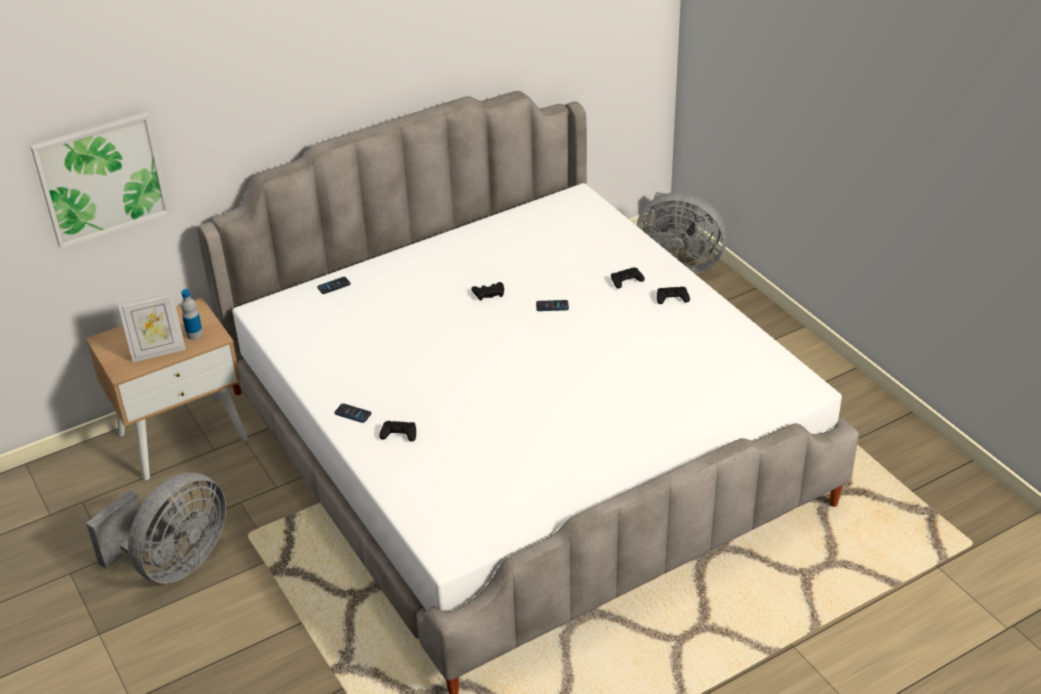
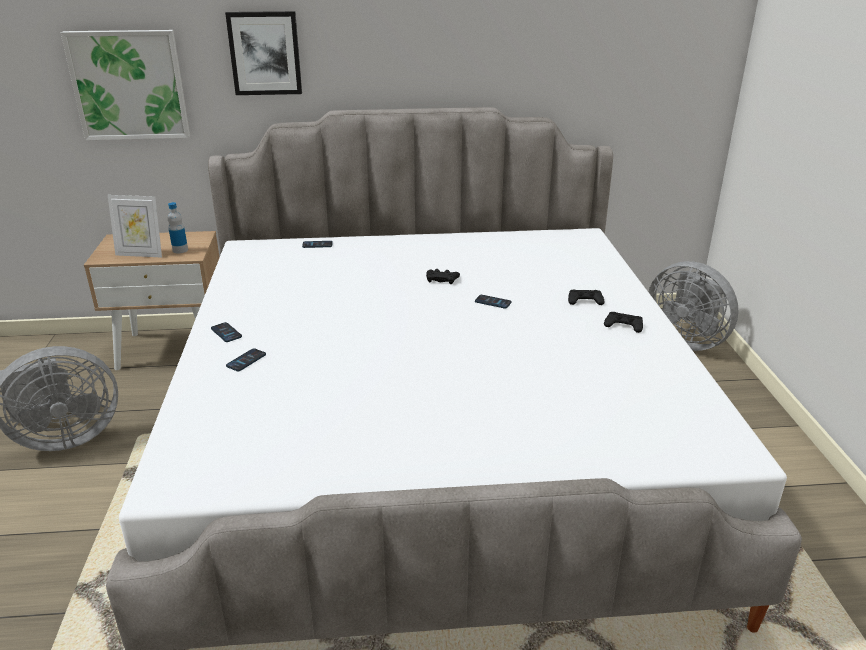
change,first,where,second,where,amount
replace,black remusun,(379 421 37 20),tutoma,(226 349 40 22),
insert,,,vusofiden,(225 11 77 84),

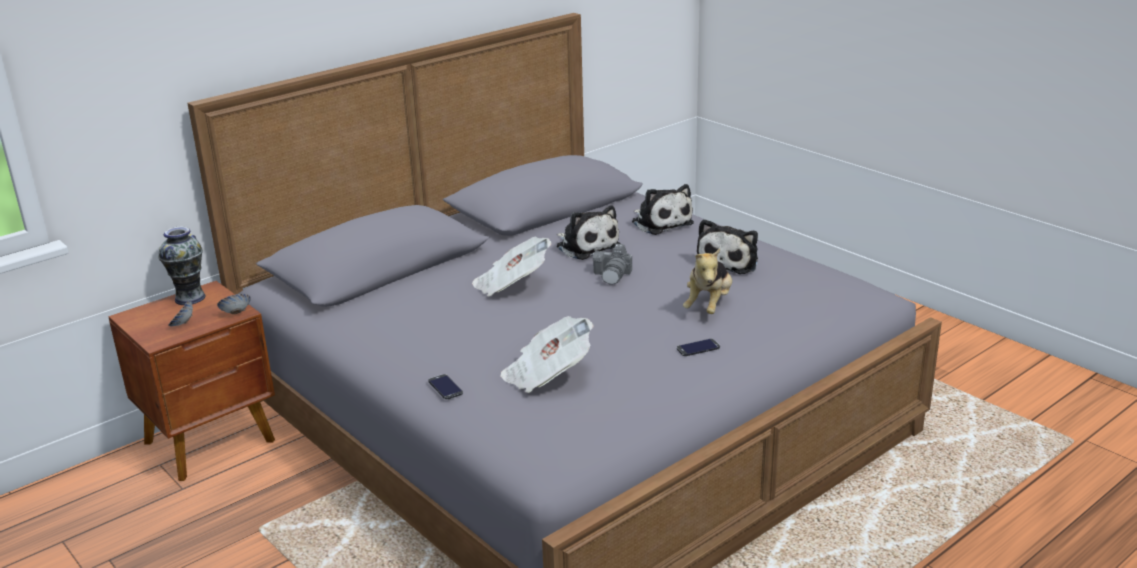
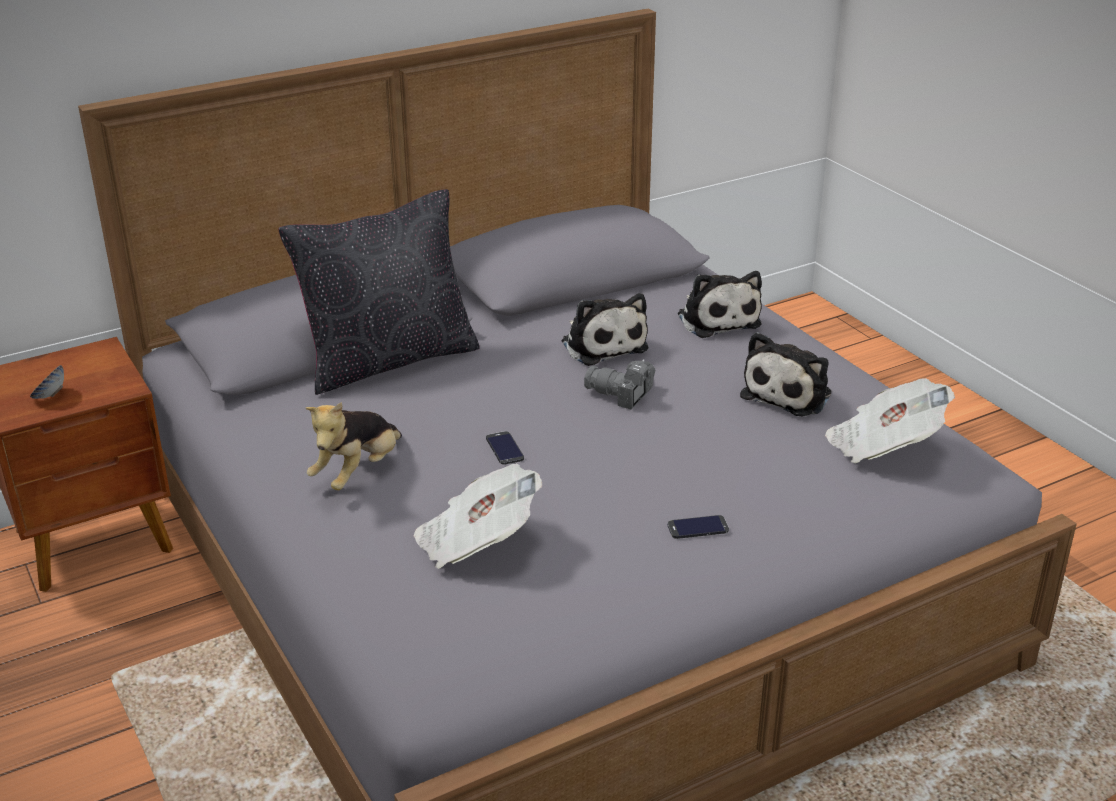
change,first,where,second,where,amount
delete,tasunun,(158 227 48 78),,,
move,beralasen,(472 237 80 59),,(825 378 130 85),
rotate,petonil,(593 244 39 41),,(584 359 71 51),90 degrees clockwise
move,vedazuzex,(683 249 49 65),,(306 402 96 88),
delete,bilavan,(217 294 34 20),,,
move,tutoma,(428 374 35 25),,(486 431 38 34),
insert,,,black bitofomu,(278 189 202 206),

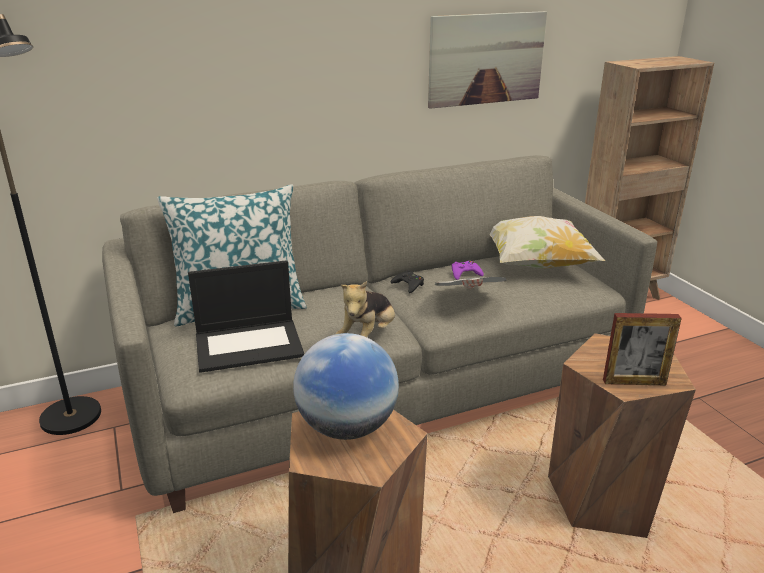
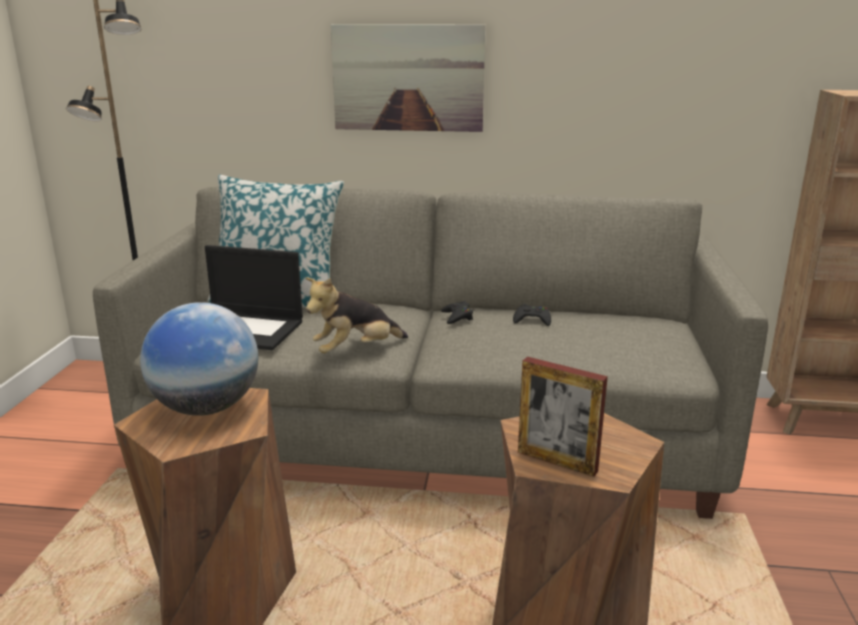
change,first,where,second,where,amount
move,vusofiden,(428 11 119 98),,(331 24 155 108),
delete,bitofomu,(490 216 116 53),,,
recolor,purple remusun,(452 261 32 19),black remusun,(513 304 38 22),
delete,beralasen,(434 277 73 12),,,

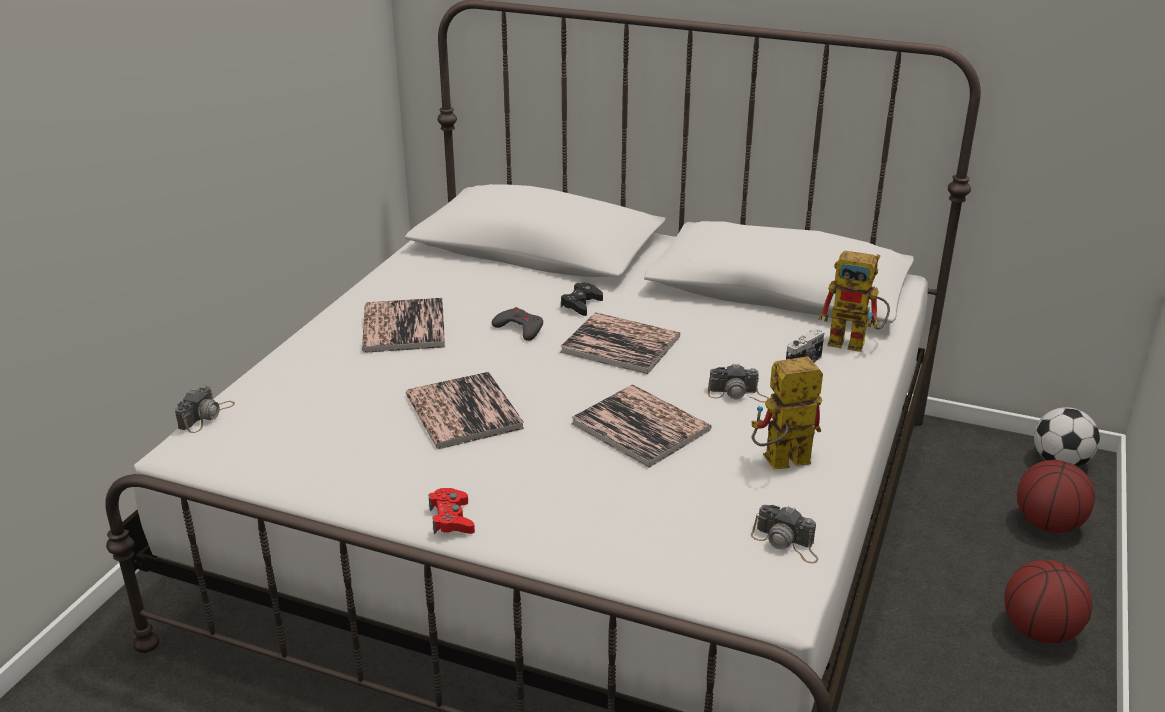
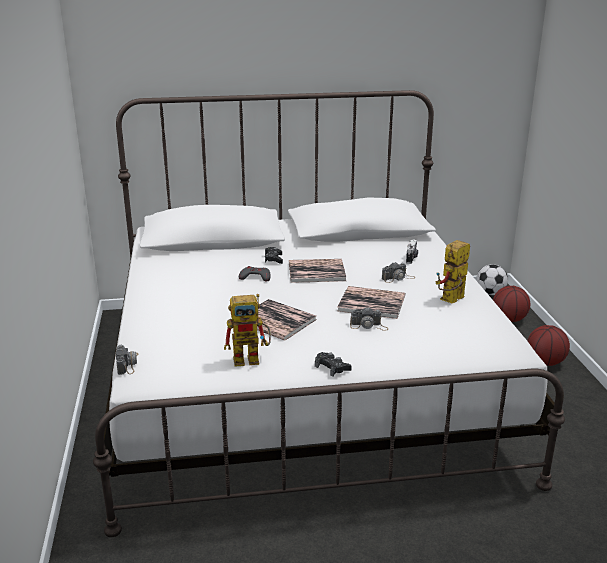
change,first,where,second,where,amount
move,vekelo,(818 250 72 102),,(224 294 47 73),
delete,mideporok,(362 298 83 55),,,
recolor,red remusun,(429 488 46 47),black remusun,(315 352 37 25),
move,petonil,(751 505 68 59),,(350 307 38 24),

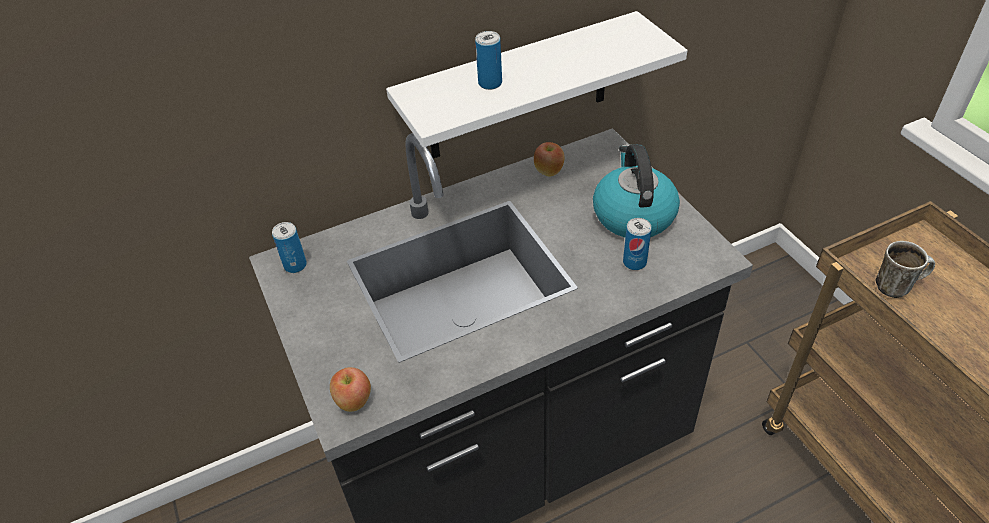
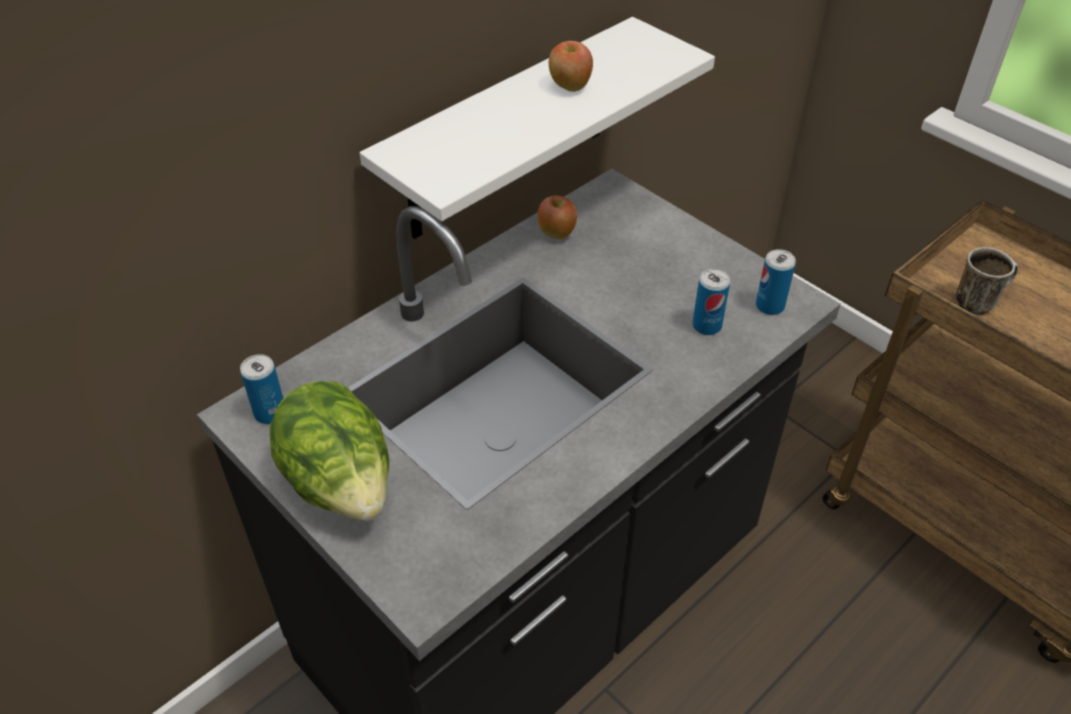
change,first,where,second,where,amount
move,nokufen,(475 31 27 59),,(756 249 40 66),
delete,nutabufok,(593 144 87 93),,,
move,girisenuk,(330 367 41 45),,(549 41 44 51),
insert,,,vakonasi,(270 381 119 140),

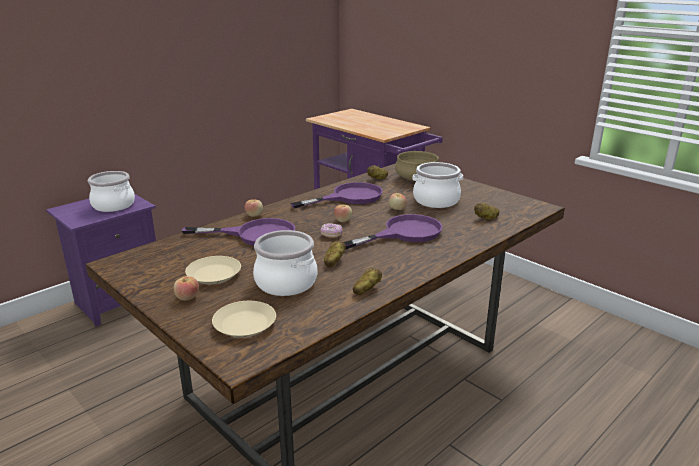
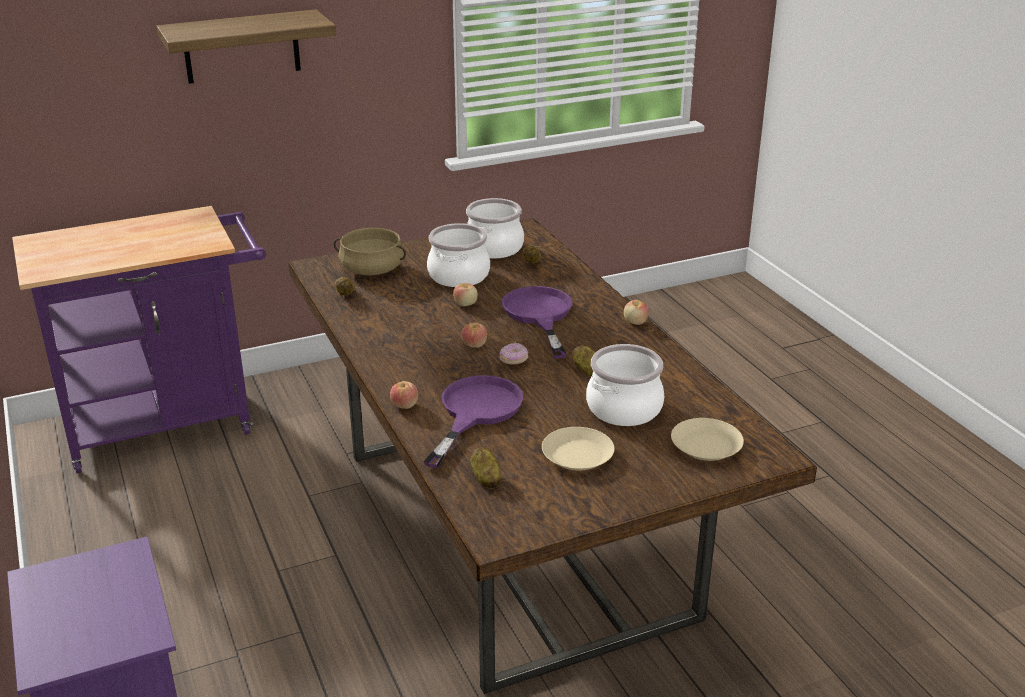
change,first,where,second,where,amount
move,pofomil,(88 171 47 41),,(466 198 58 60),
delete,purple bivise,(290 182 93 26),,,
move,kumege,(353 268 29 27),,(470 447 31 41),
move,girisenuk,(174 276 25 25),,(624 300 25 25),
insert,,,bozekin,(156 9 180 75),

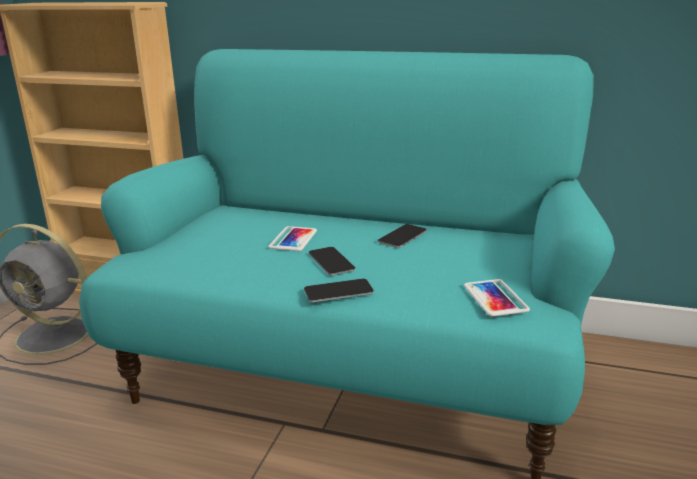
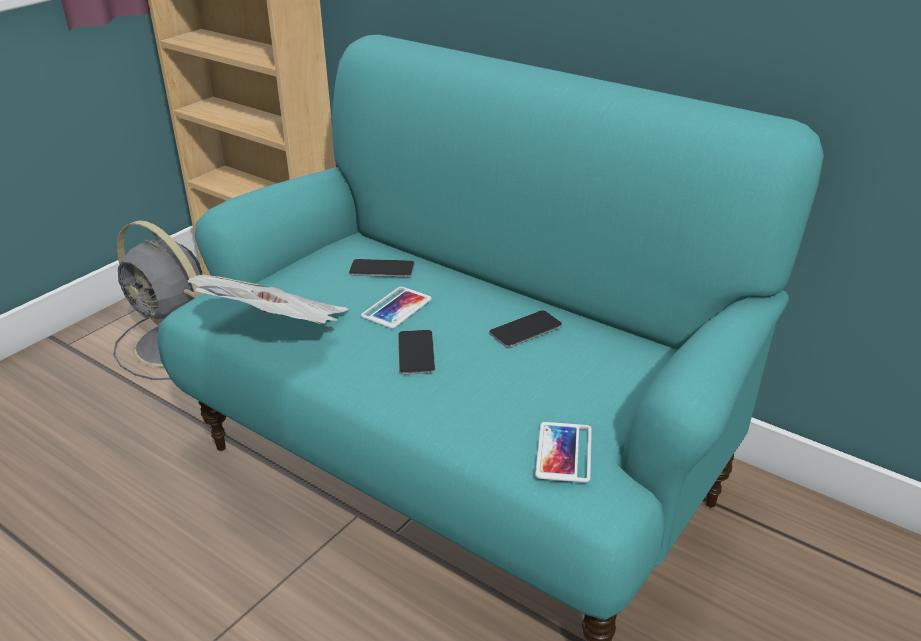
change,first,where,second,where,amount
move,tutoma,(304 279 70 24),,(349 259 65 18),
insert,,,beralasen,(188 275 161 49),

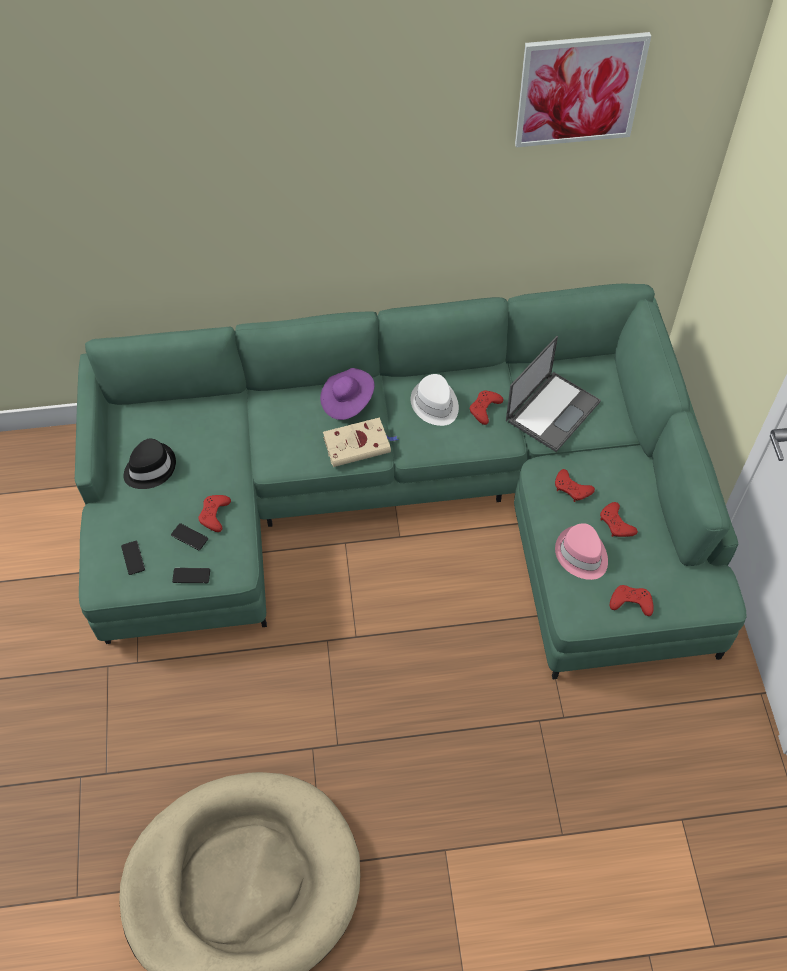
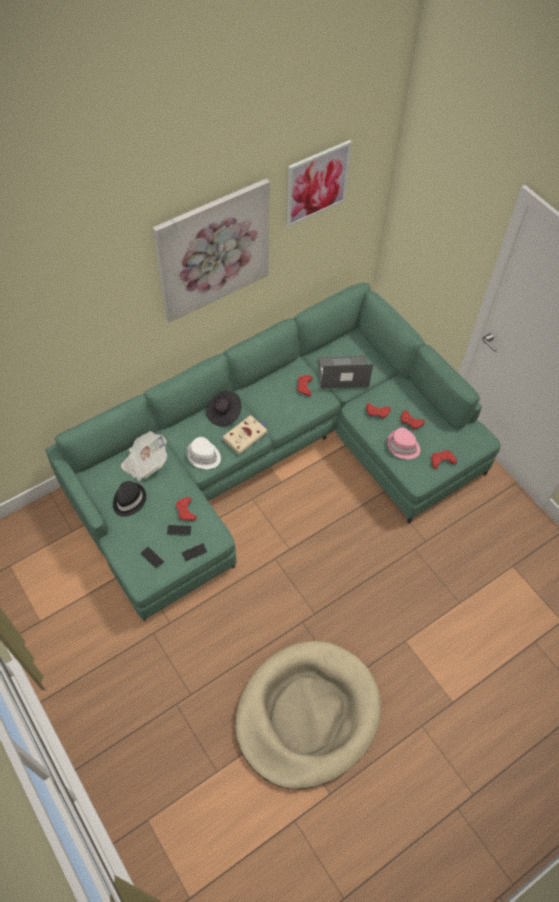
change,first,where,second,where,amount
rotate,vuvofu,(506 336 95 116),,(318 356 55 32),105 degrees counterclockwise
recolor,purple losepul,(320 368 55 52),black losepul,(206 391 35 35),
move,white losepul,(411 374 48 52),,(187 437 34 32),
insert,,,vusofiden,(153 178 117 145),
insert,,,beralasen,(121 431 46 50),

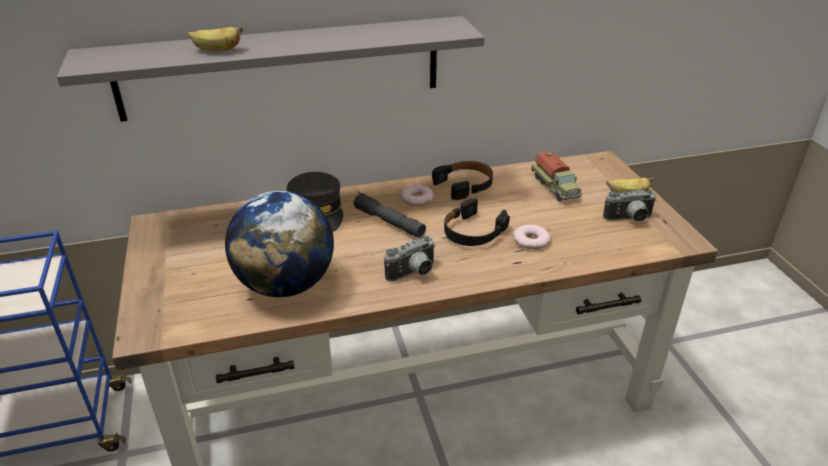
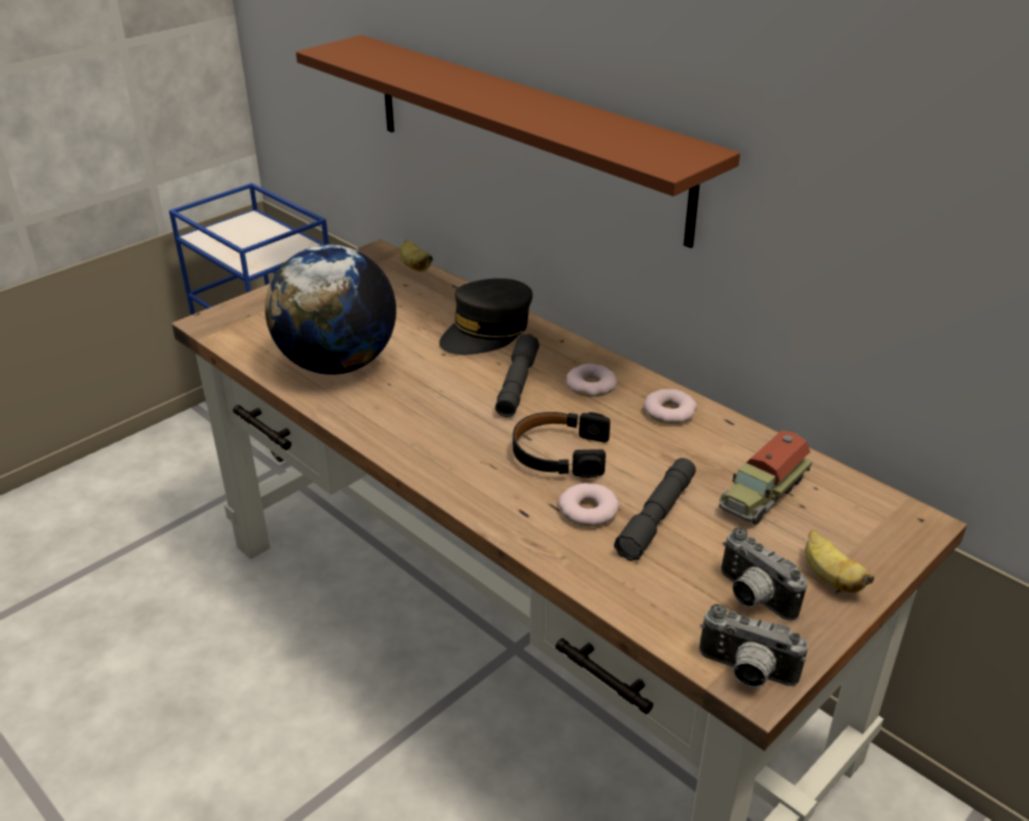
change,first,where,second,where,amount
recolor,grey bozekin,(57 16 428 106),brown bozekin,(296 35 444 213),
move,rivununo,(188 26 55 25),,(399 239 34 33),
replace,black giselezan,(432 161 61 39),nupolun,(644 389 53 35),
move,petonil,(384 236 51 46),,(699 604 109 84),
insert,,,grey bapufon,(614 458 82 103),

